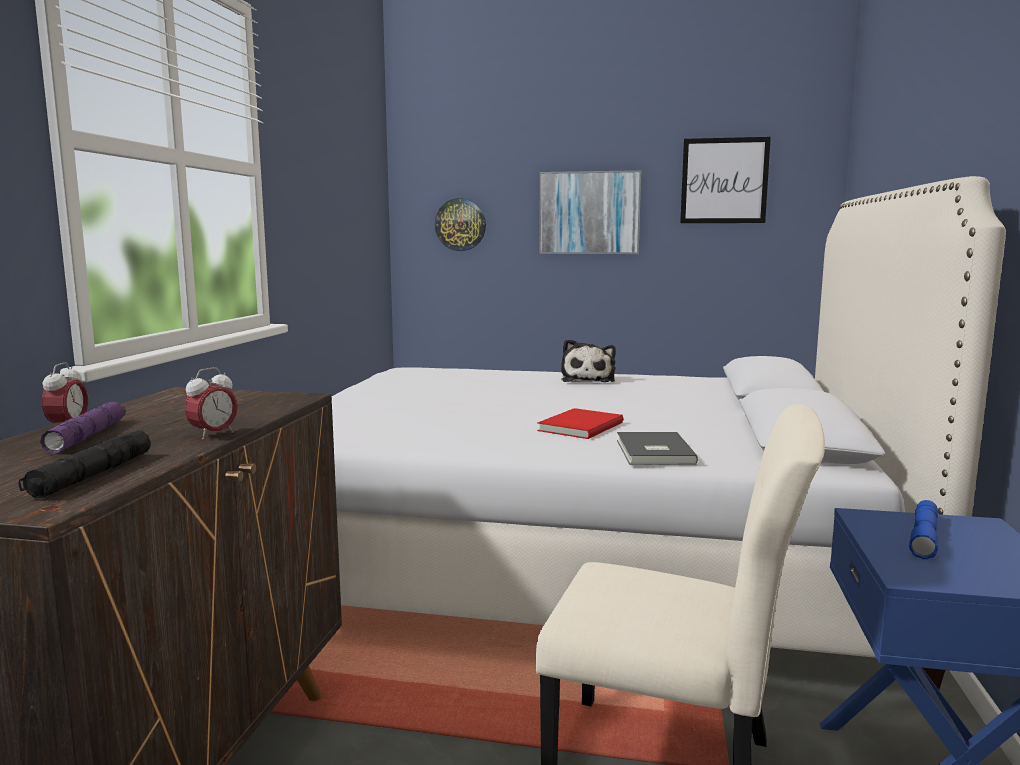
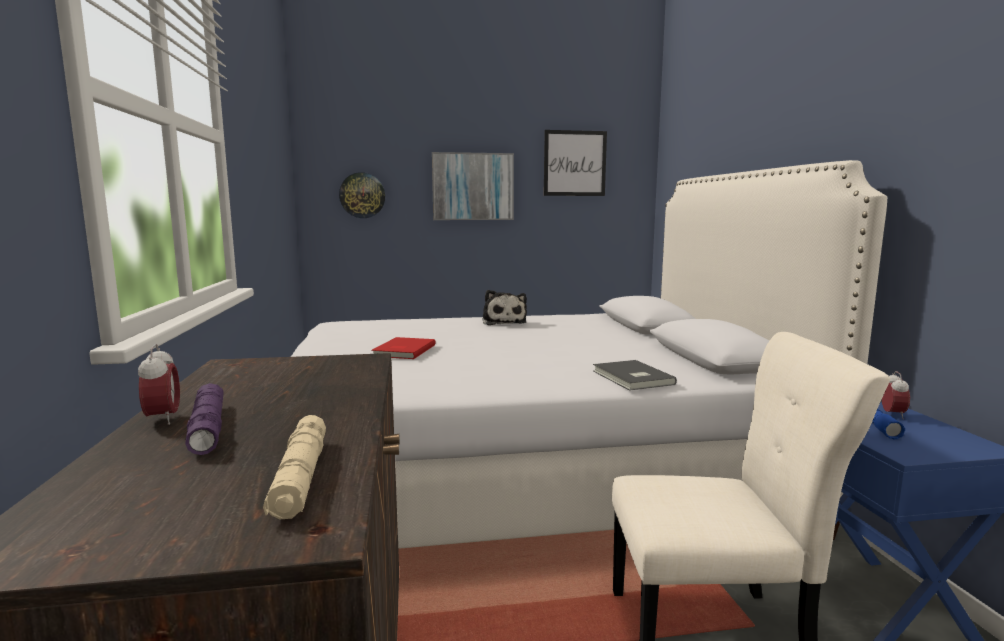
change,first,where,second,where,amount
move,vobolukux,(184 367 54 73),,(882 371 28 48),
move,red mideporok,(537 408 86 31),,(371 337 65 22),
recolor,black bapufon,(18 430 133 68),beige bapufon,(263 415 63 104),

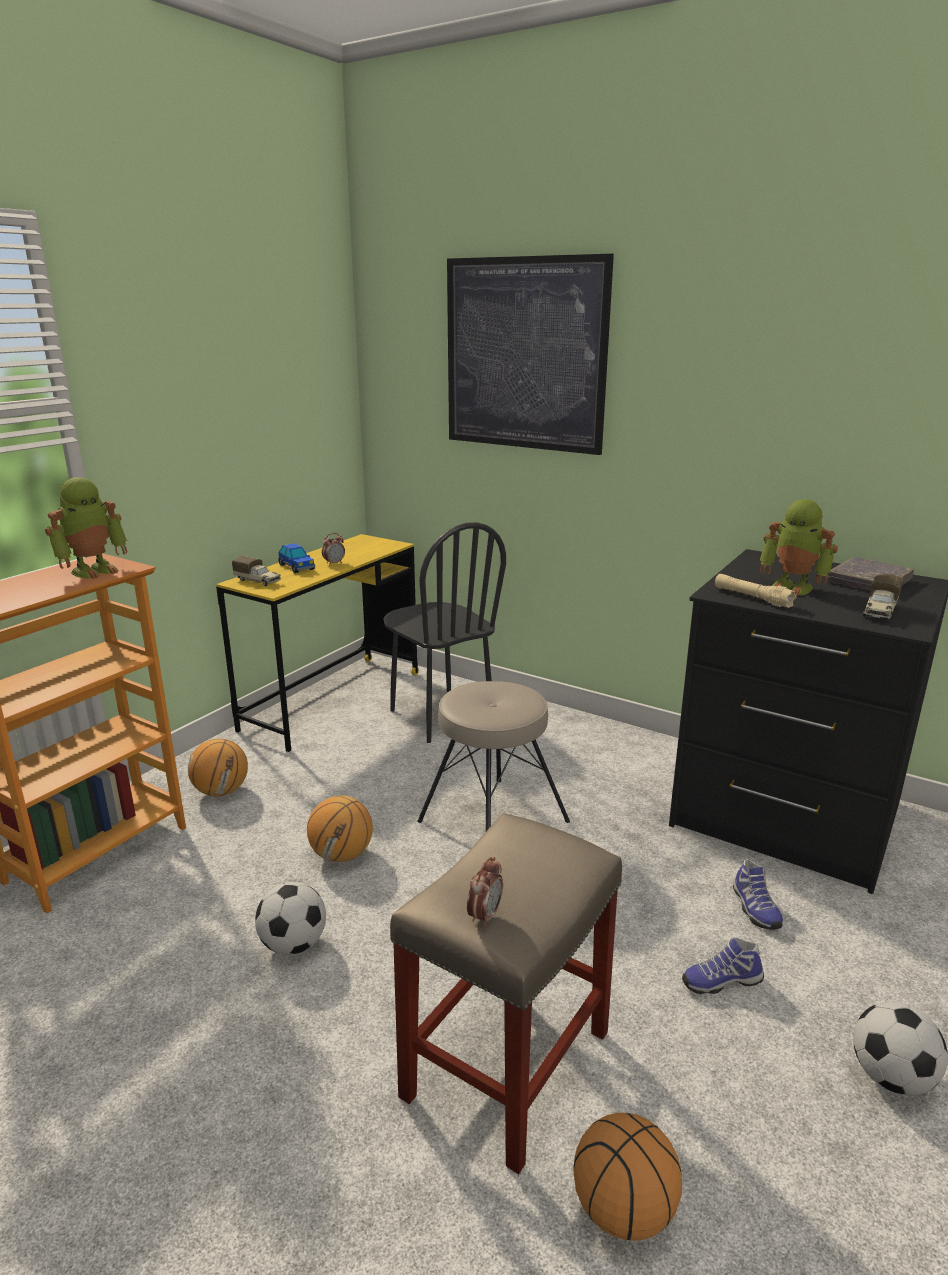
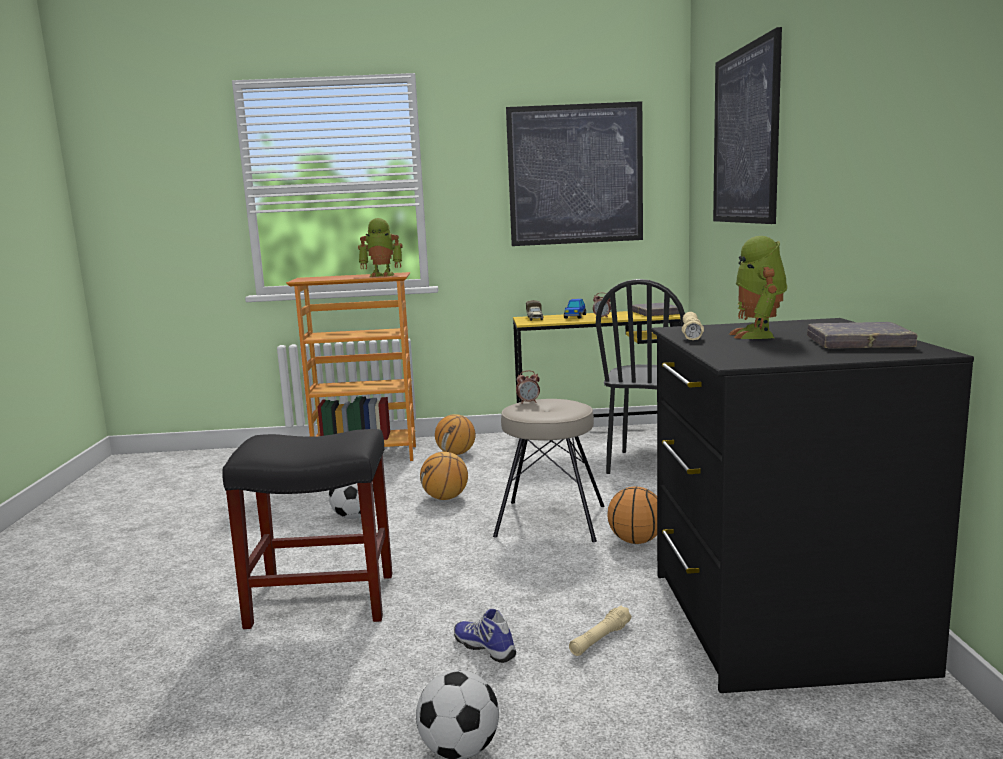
change,first,where,second,where,amount
delete,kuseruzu,(863 574 40 47),,,
recolor,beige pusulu,(390 813 232 361),black pusulu,(222 429 171 200),
move,vobolukux,(467 857 36 71),,(516 370 24 34),
replace,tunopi,(733 859 50 71),beige bapufon,(569 606 63 50),
move,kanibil,(573 1113 109 127),,(607 487 50 57),
insert,,,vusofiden,(506 101 137 145),
insert,,,grey mideporok,(632 303 47 13),

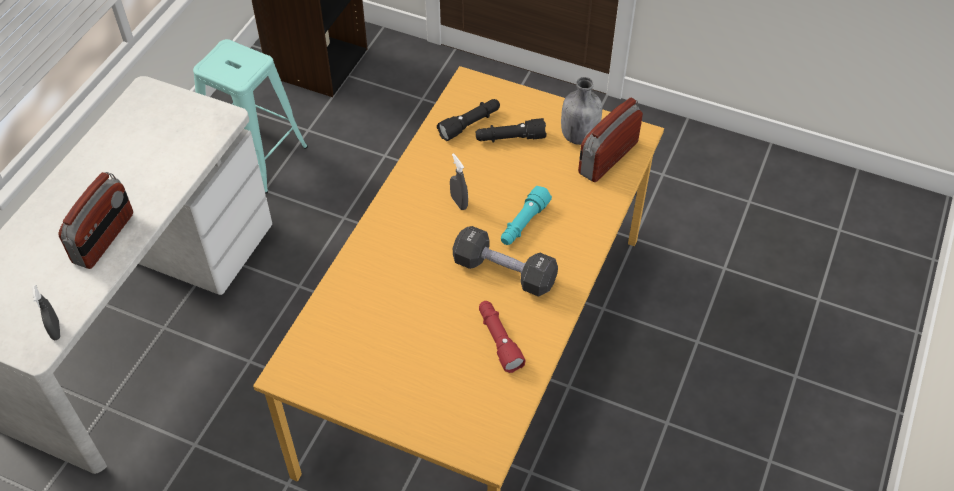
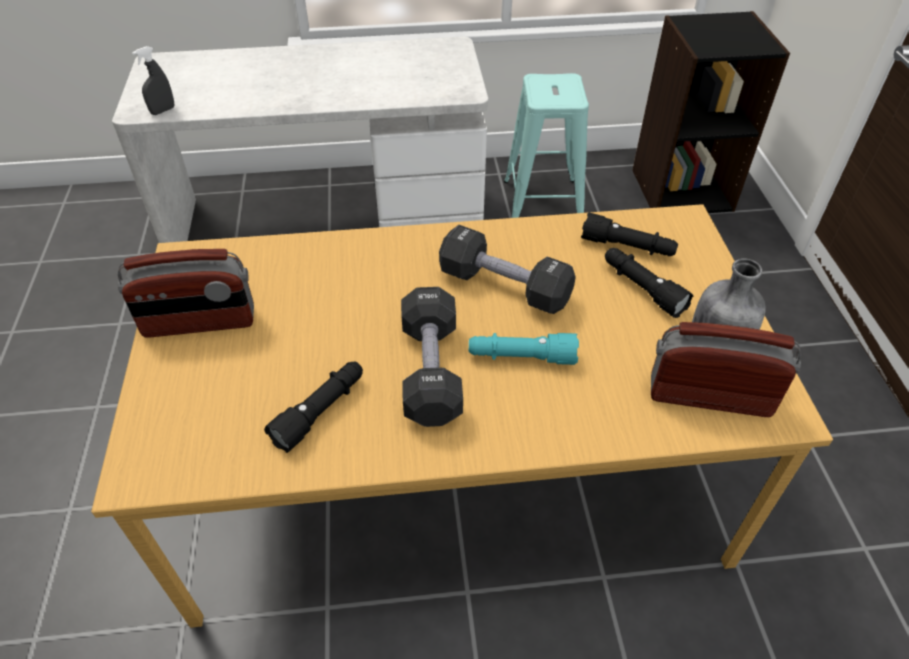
change,first,where,second,where,amount
replace,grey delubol,(450 153 18 57),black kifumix,(439 225 137 89),
move,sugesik,(58 172 75 97),,(118 249 136 89),
recolor,red bapufon,(479 301 47 72),black bapufon,(264 362 99 91),

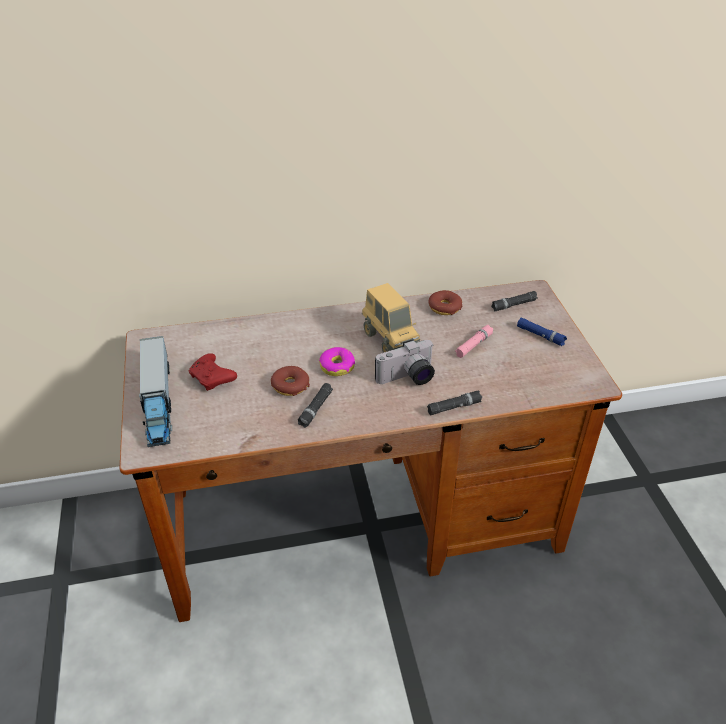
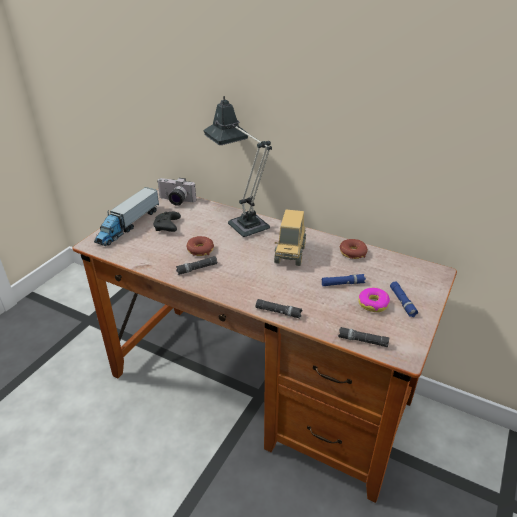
change,first,where,second,where,amount
move,black bapufon,(491 291 47 20),,(338 327 51 20),
recolor,pink bapufon,(455 325 38 33),blue bapufon,(321 274 45 12),
move,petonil,(375 339 60 46),,(157 178 39 28),
move,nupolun,(319 347 36 29),,(359 288 31 24),
recolor,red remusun,(189 353 48 38),black remusun,(153 212 28 20),
insert,,,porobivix,(203 96 69 141),

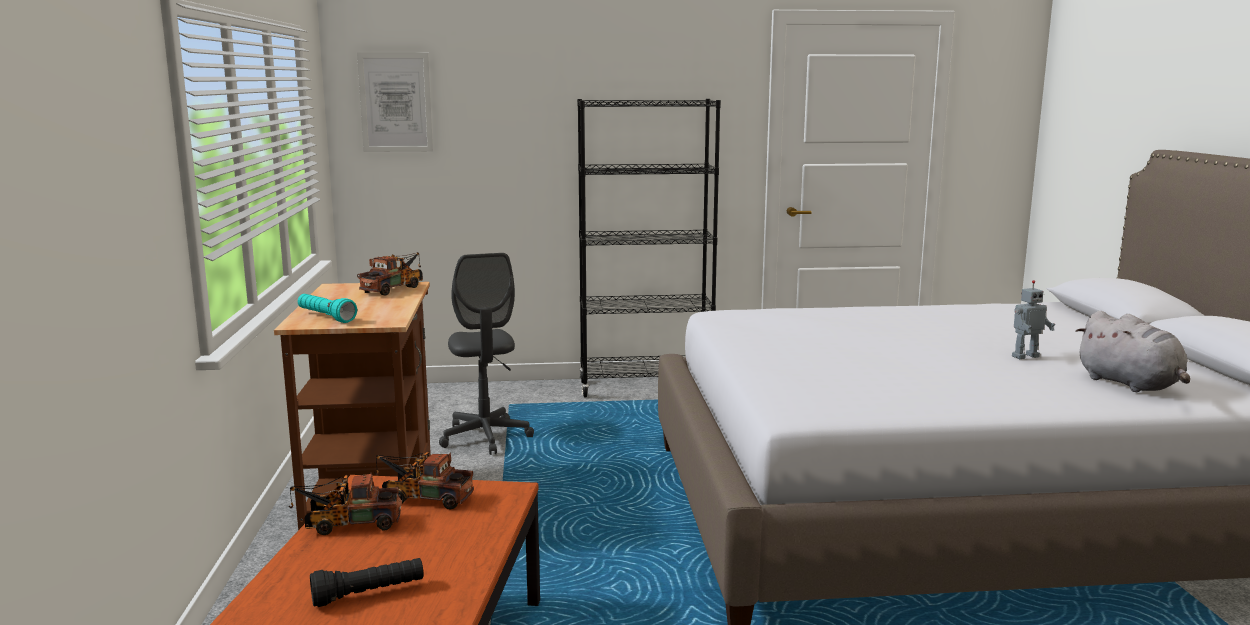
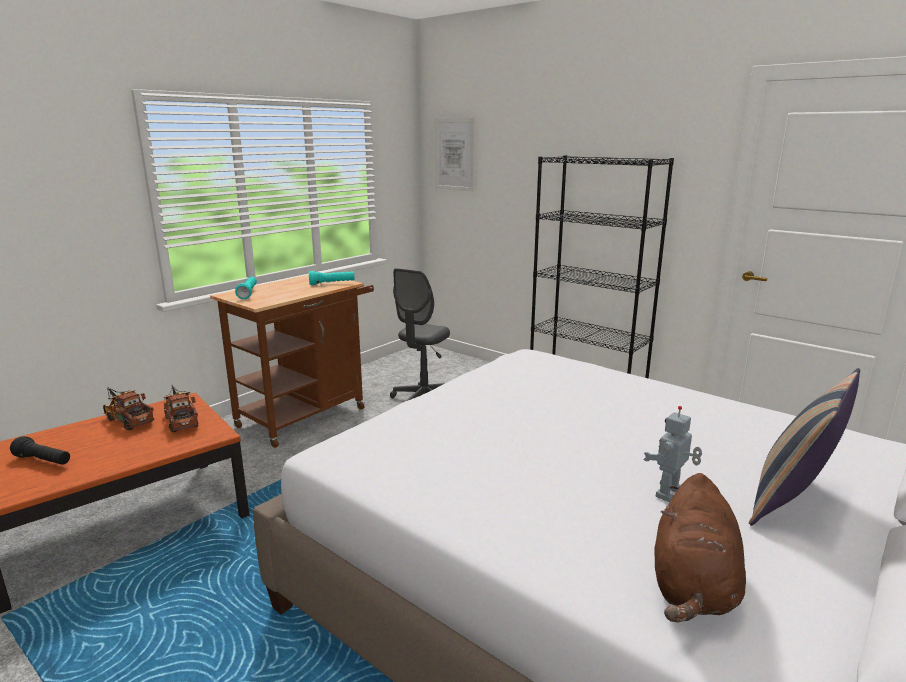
change,first,where,second,where,amount
replace,kuseruzu,(357 252 66 44),turquoise bapufon,(309 271 45 14),
rotate,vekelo,(1012 280 43 79),,(643 406 59 96),105 degrees clockwise
recolor,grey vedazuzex,(1075 311 115 81),brown vedazuzex,(654 473 92 150),
insert,,,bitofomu,(749 368 111 158),

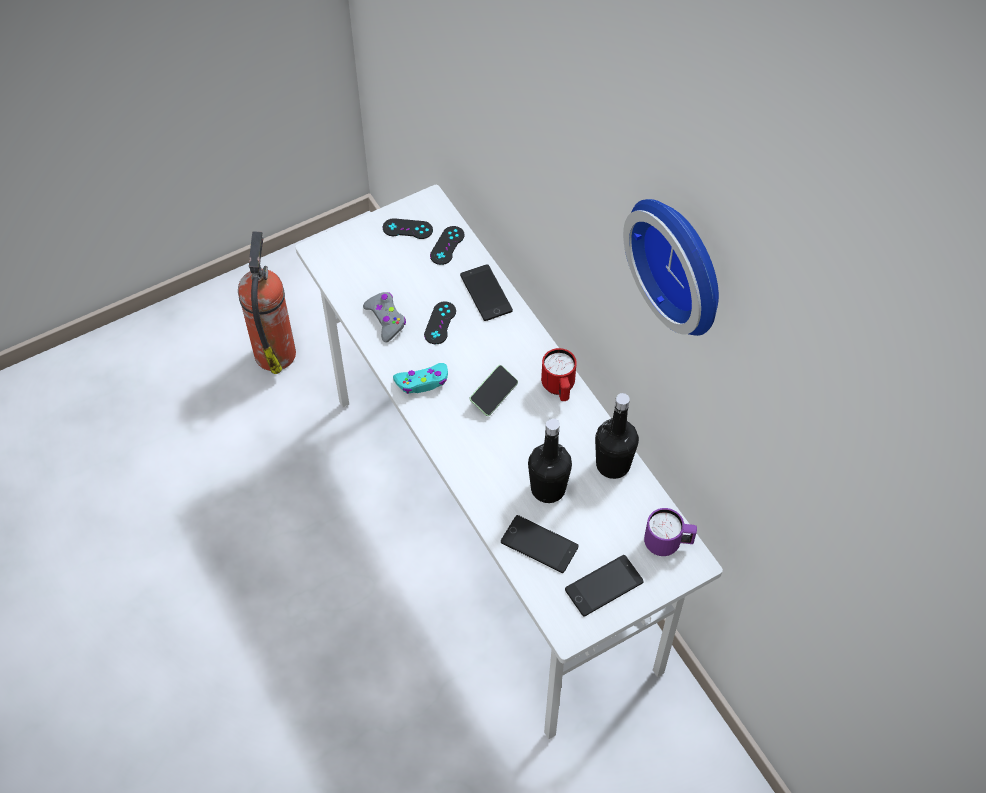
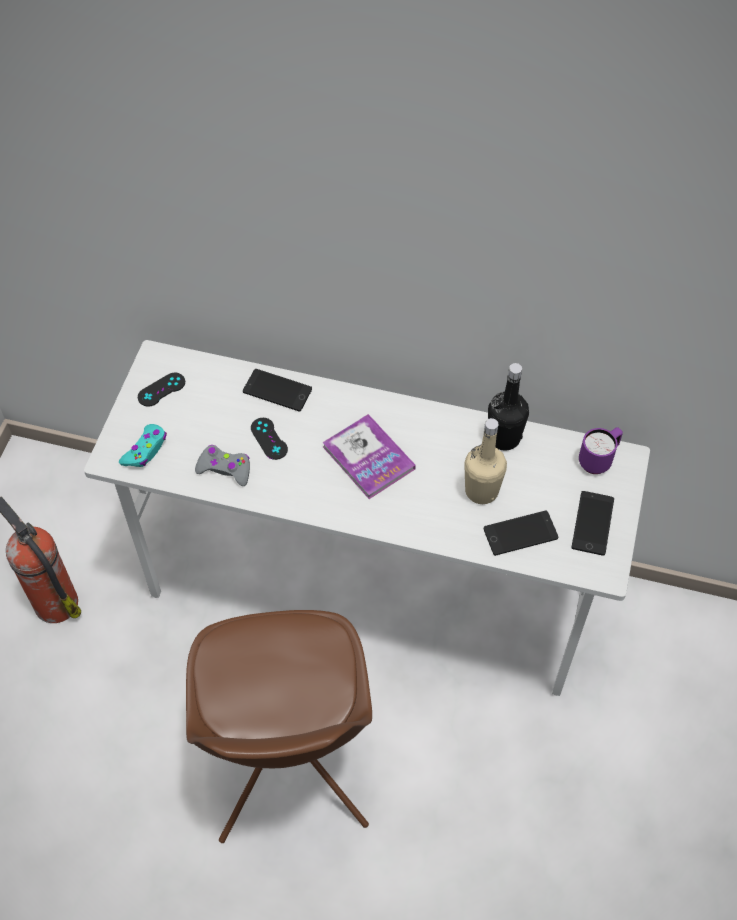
change,first,where,second,where,amount
delete,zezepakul,(623 199 96 137),,,
delete,black remusun,(430 226 34 39),,,
delete,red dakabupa,(541 348 36 53),,,
move,turquoise remusun,(393 363 55 31),,(119 424 48 43),
replace,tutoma,(469 365 49 51),mideporok,(322 414 94 85),
recolor,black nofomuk,(528 418 44 85),beige nofomuk,(464 418 43 86),
insert,,,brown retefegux,(186 610 186 233),

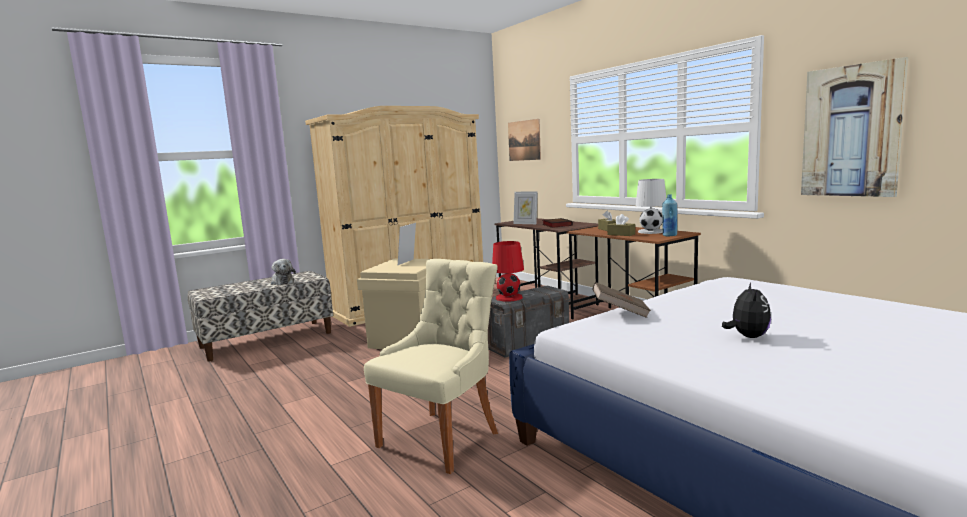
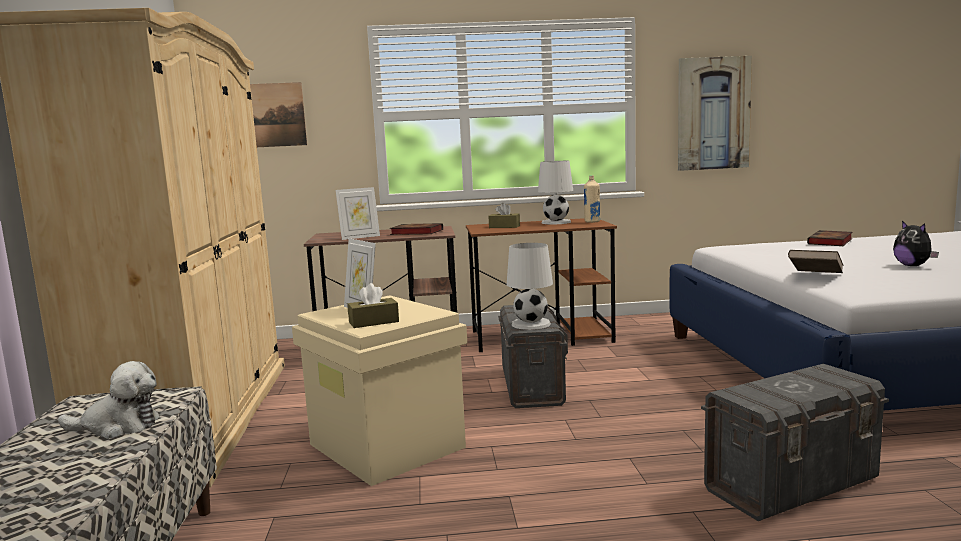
change,first,where,second,where,amount
recolor,blue nofomuk,(662 194 15 42),beige nofomuk,(584 176 16 47),
move,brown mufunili,(607 214 28 22),,(347 283 52 45),
recolor,red porobivix,(492 241 32 61),white porobivix,(507 243 46 87),
replace,beige retefegux,(364 259 134 215),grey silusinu,(701 364 188 157),
rotate,vedazuzex,(722 283 49 55),,(893 221 46 45),150 degrees counterclockwise
insert,,,mideporok,(807 230 45 16),

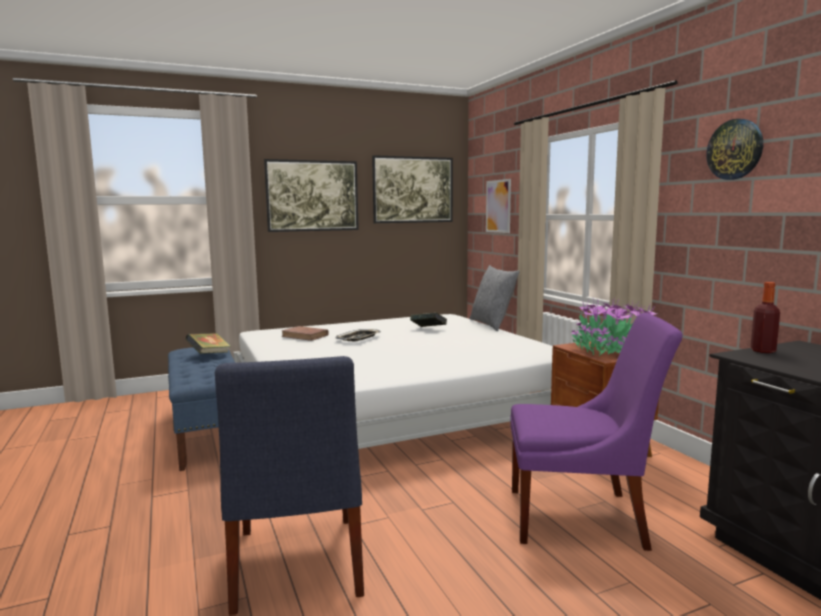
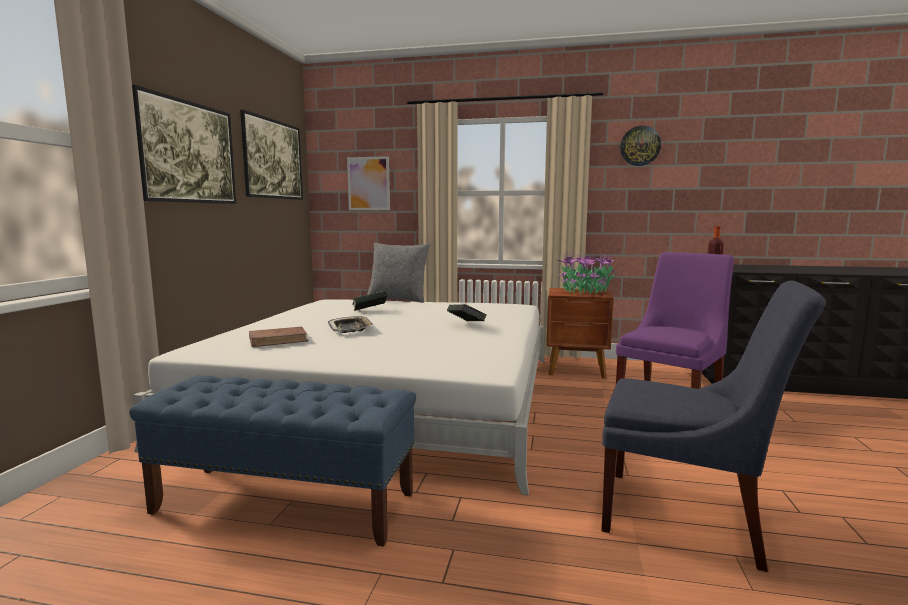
change,first,where,second,where,amount
move,mideporok,(186 333 45 21),,(447 304 40 17),

